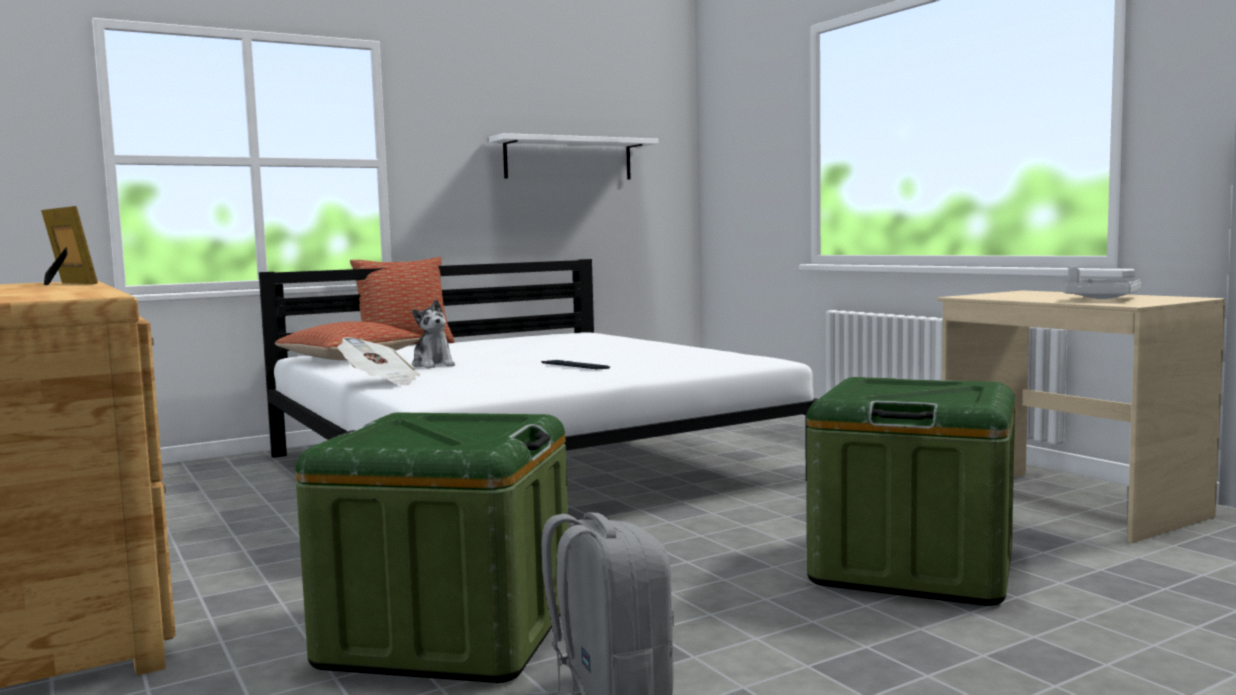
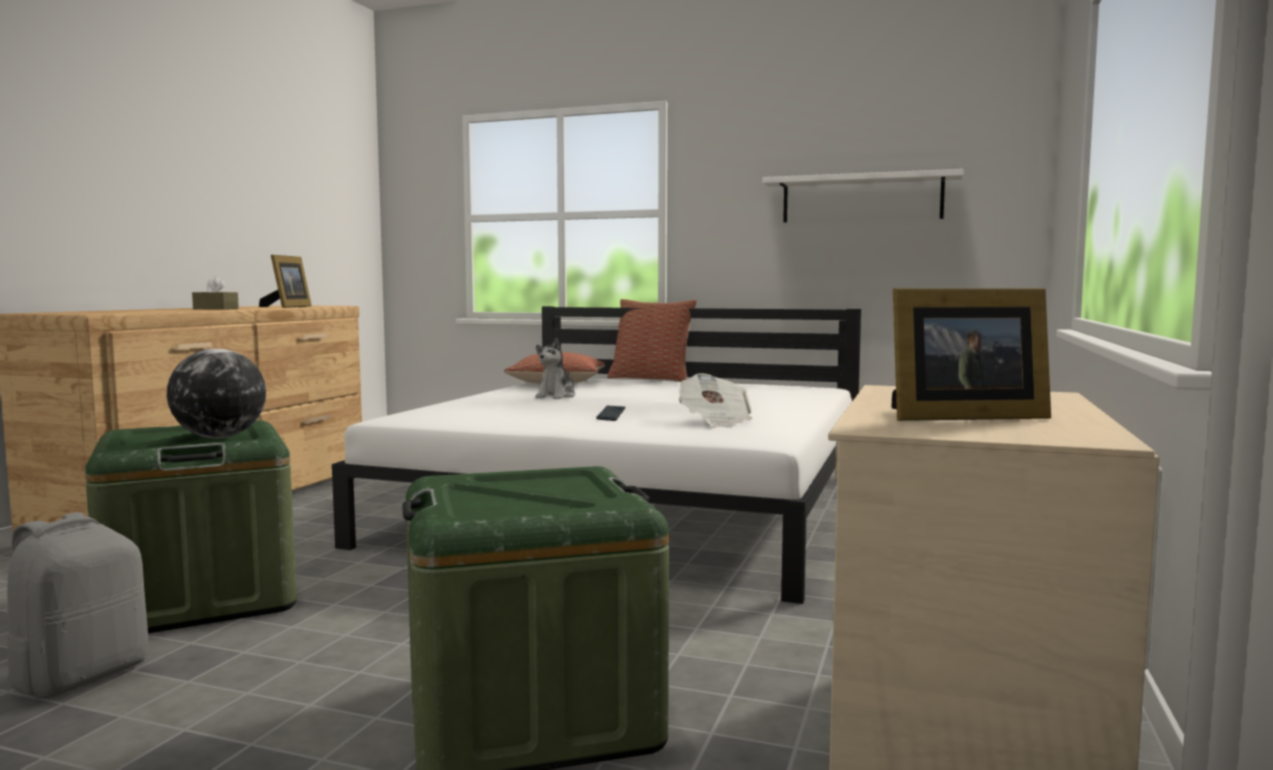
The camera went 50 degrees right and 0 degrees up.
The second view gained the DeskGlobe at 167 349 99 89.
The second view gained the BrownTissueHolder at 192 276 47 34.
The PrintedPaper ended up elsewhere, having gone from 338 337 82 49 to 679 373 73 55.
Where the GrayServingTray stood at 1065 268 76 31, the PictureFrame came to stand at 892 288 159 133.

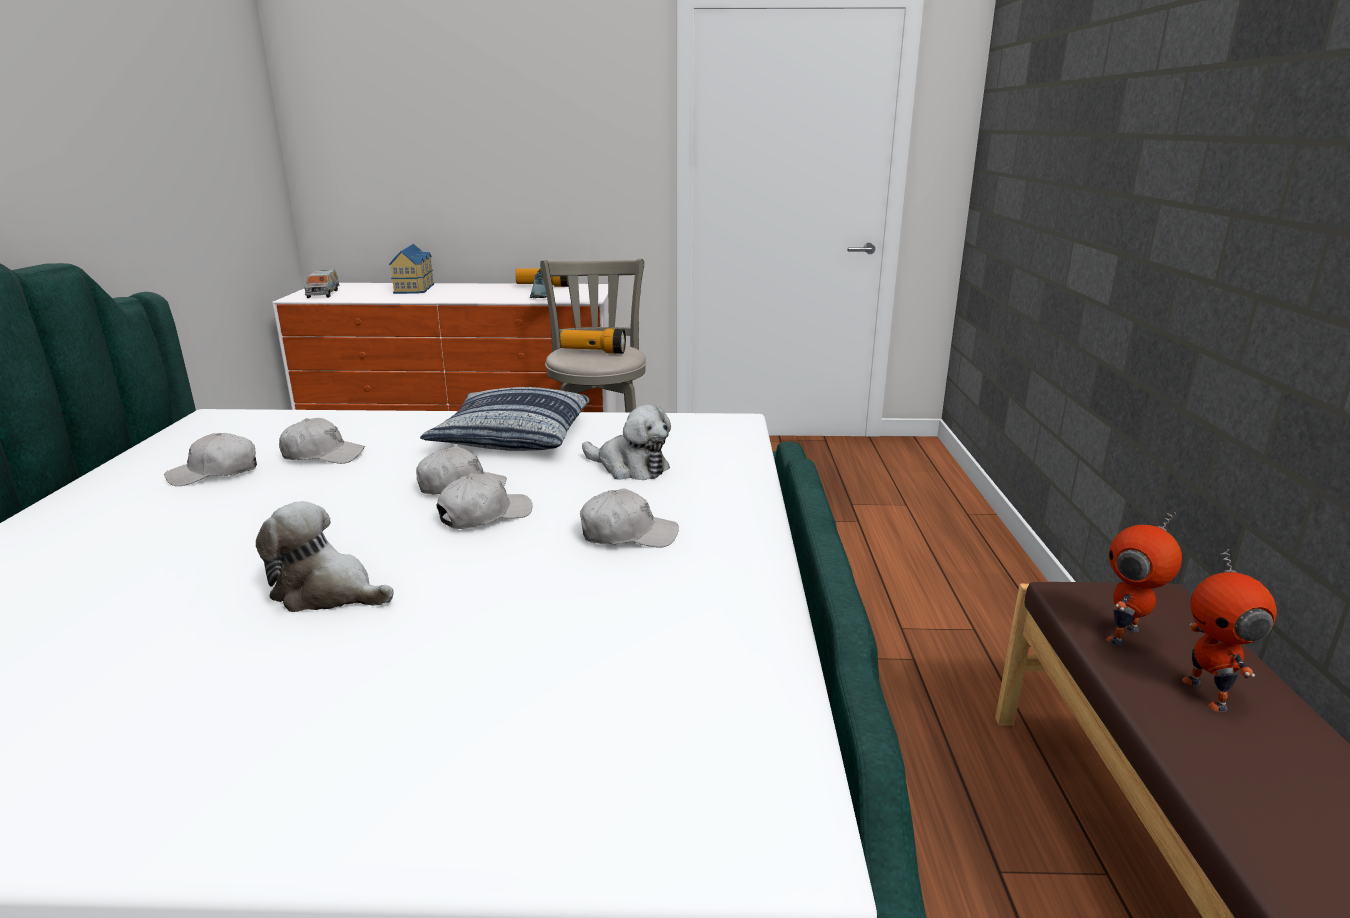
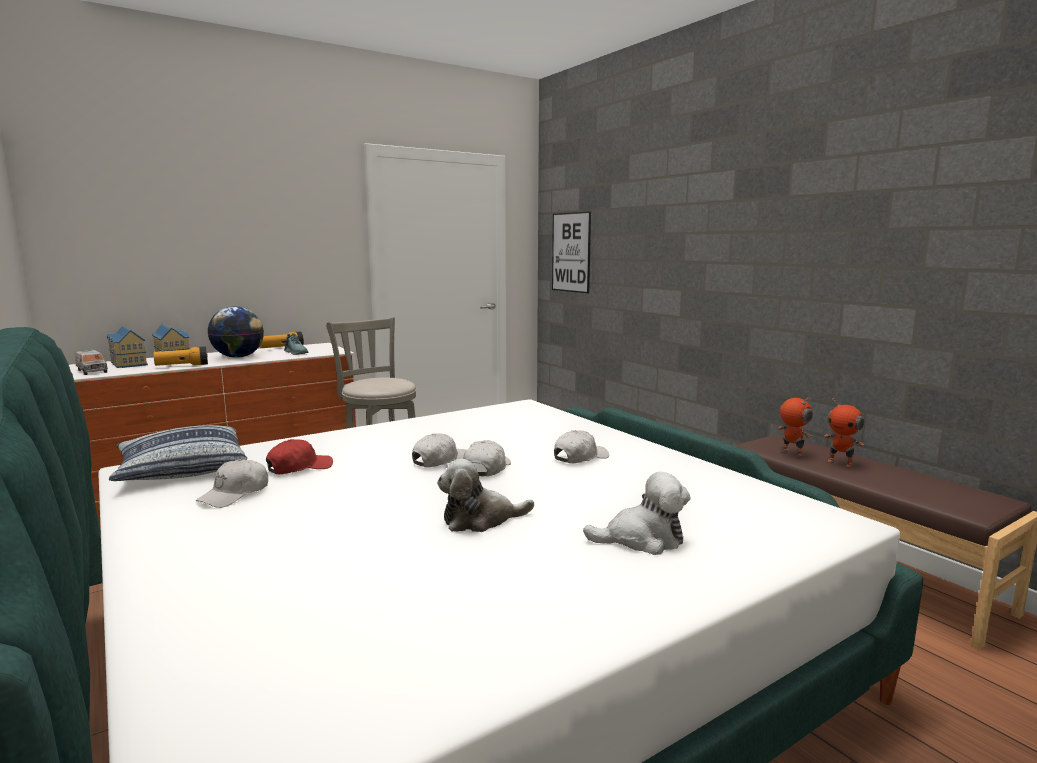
The camera went 35 degrees left and 10 degrees down.
The second view gained the ToyHouse at 107 326 41 42.
The Cushion ended up elsewhere, having gone from 420 387 169 64 to 109 425 138 56.
The HandTorch ended up elsewhere, having gone from 560 329 66 25 to 153 346 55 20.
The second view gained the DeskGlobe at 208 306 56 52.
What was the WhitishPeakedCap at 279 418 86 46 turned into the RedPeakedCap at 266 439 67 35.
The second view gained the Picture at 552 211 39 82.
The SoftToy ended up elsewhere, having gone from 582 404 89 76 to 583 472 108 83.
The RobotFigure at 1106 512 76 134 ended up facing another way, 135 degrees clockwise from before.

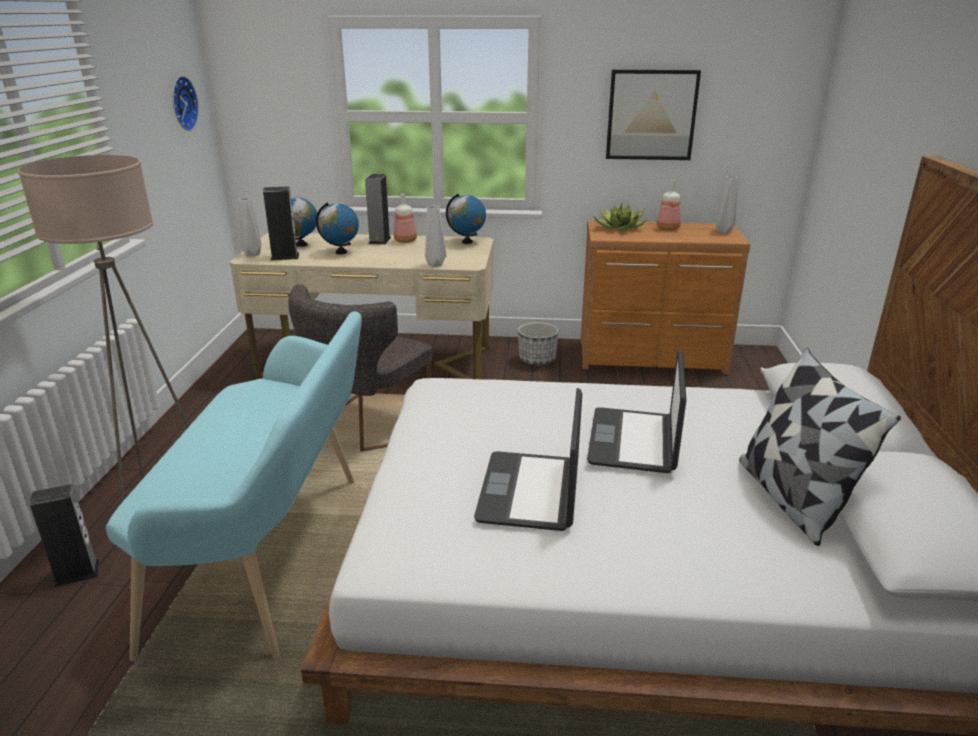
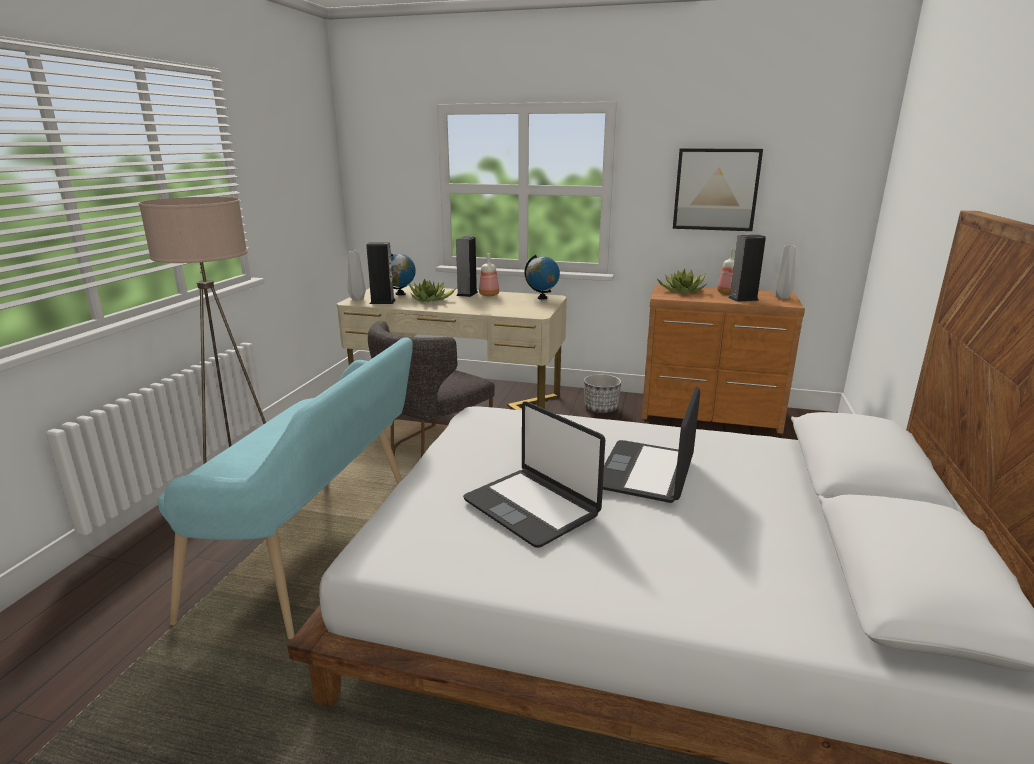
The camera went 10 degrees right and 5 degrees down.
Where the DeskGlobe stood at 316 202 43 53, the Houseplant came to stand at 409 278 47 25.
The NotebookComputer at 474 388 108 143 ended up facing another way, 60 degrees counterclockwise from before.
The Loudspeaker ended up elsewhere, having gone from 30 484 70 103 to 728 235 38 67.
The second view lost the ClockOnTheWall at 172 76 27 55.
The second view lost the GrayVase at 425 206 21 61.
The second view lost the Cushion at 739 348 162 198.

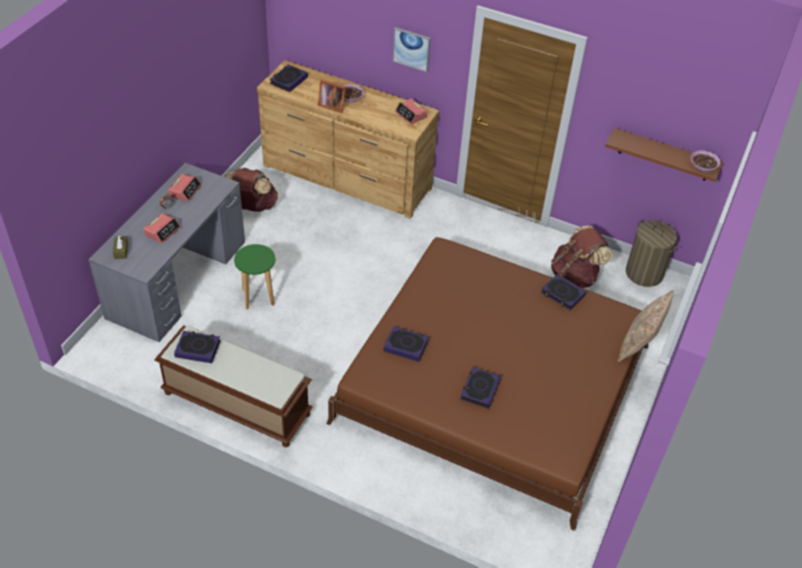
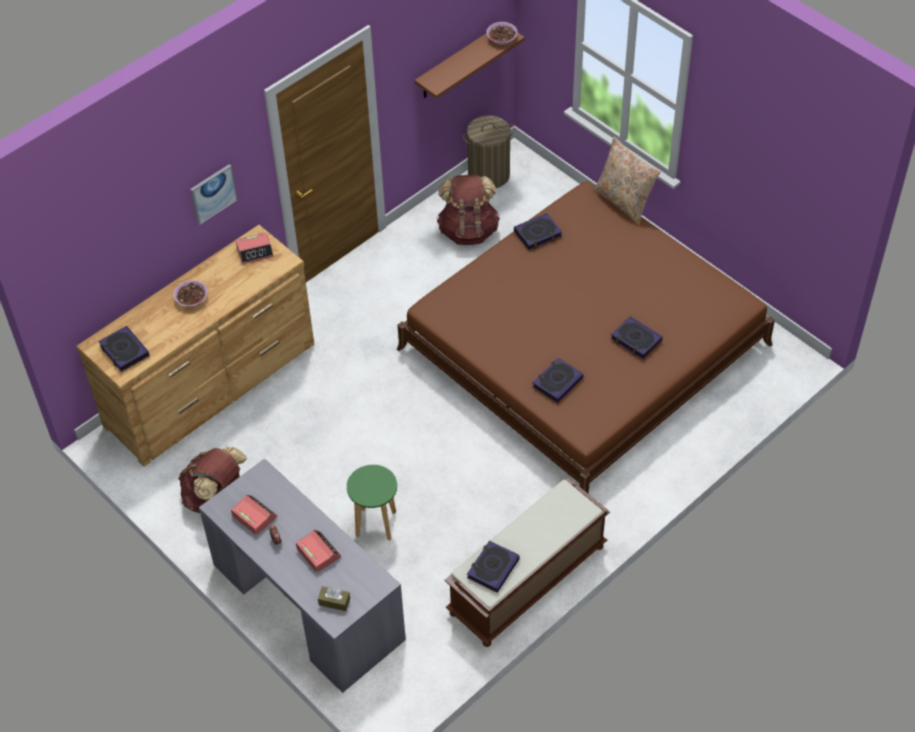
The camera went 65 degrees left and 5 degrees up.
The second view lost the PictureFrame at 318 79 28 34.

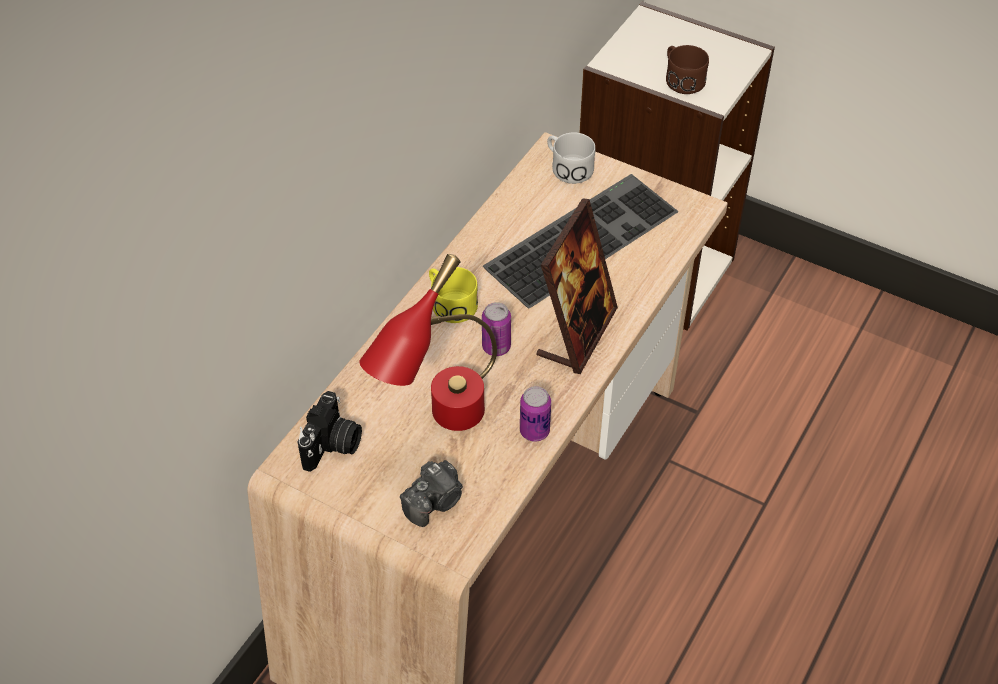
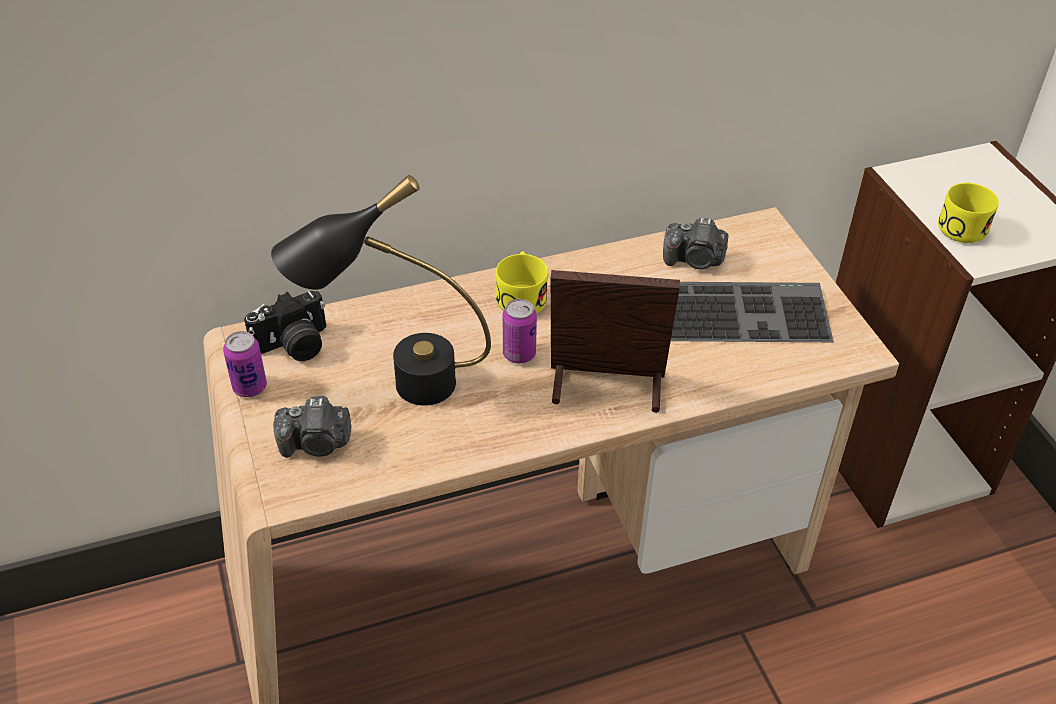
The camera went 40 degrees right and 5 degrees down.
The MetalCan ended up elsewhere, having gone from 520 386 31 56 to 223 331 44 66.
What was the RedTabletopLamp at 359 254 138 177 turned into the BlackTabletopLamp at 271 175 220 230.
The PictureFrame at 536 198 82 176 ended up facing another way, 150 degrees counterclockwise from before.
The second view gained the StillCamera at 663 218 65 51.
What was the BrownCoffeeMug at 666 45 43 49 turned into the YellowCoffeeMug at 938 182 61 61.
The second view lost the WhitishCoffeeMug at 547 132 48 52.

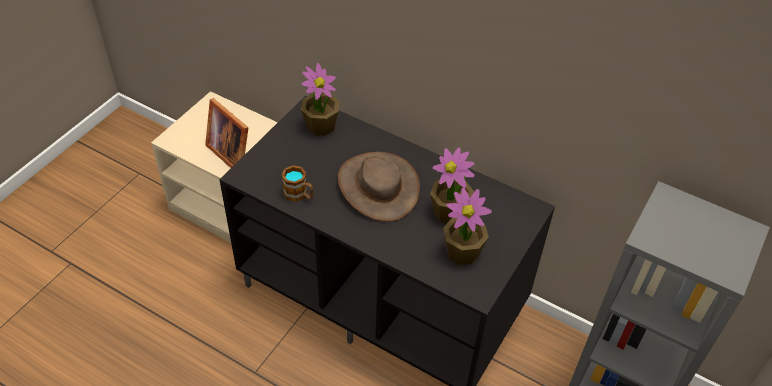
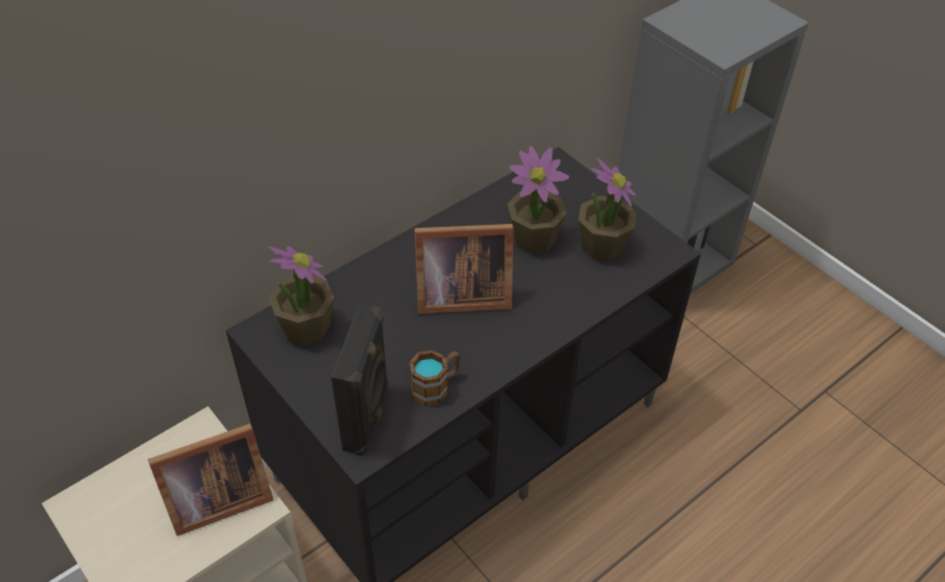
The camera went 70 degrees left and 0 degrees up.
The second view gained the BlackLoudspeaker at 331 306 58 150.
Where the BrownHat stood at 338 152 82 70, the PictureFrame came to stand at 414 224 99 90.

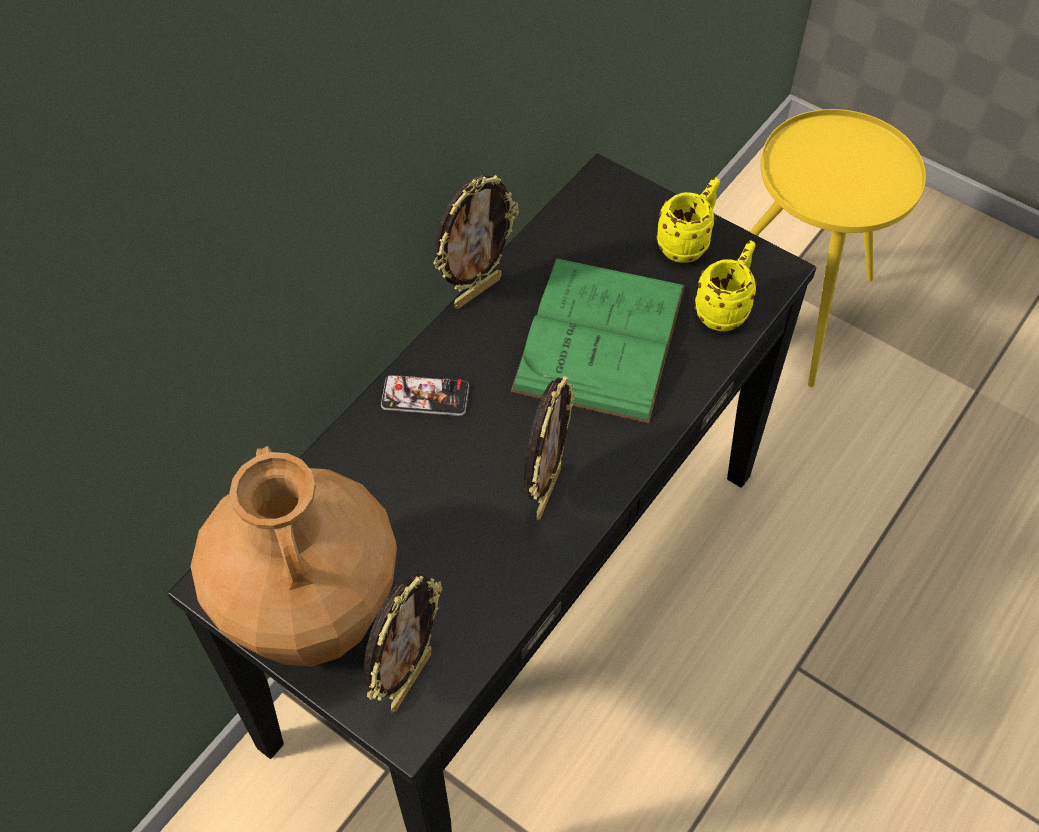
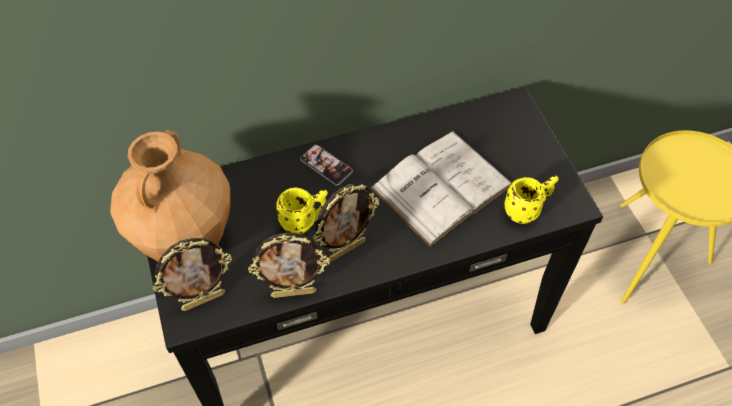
The camera went 35 degrees right and 0 degrees up.
The PictureFrame ended up elsewhere, having gone from 433 175 86 134 to 248 233 82 65.
The YellowCoffeeMug ended up elsewhere, having gone from 656 177 64 86 to 275 188 53 46.
What was the GreenBoundBook at 511 258 174 166 turned into the WhitishBoundBook at 371 132 141 115.

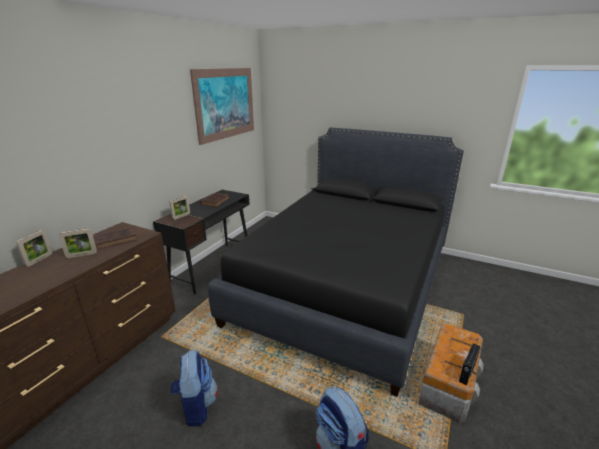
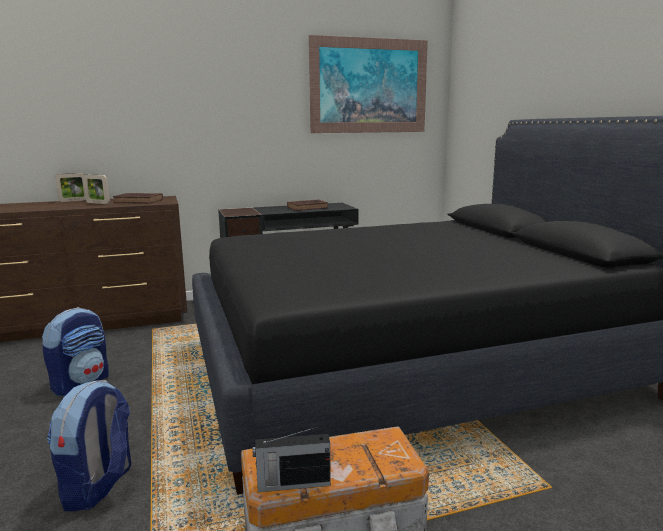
The camera went 45 degrees right and 10 degrees down.
The second view lost the PictureFrame at 169 196 21 24.

